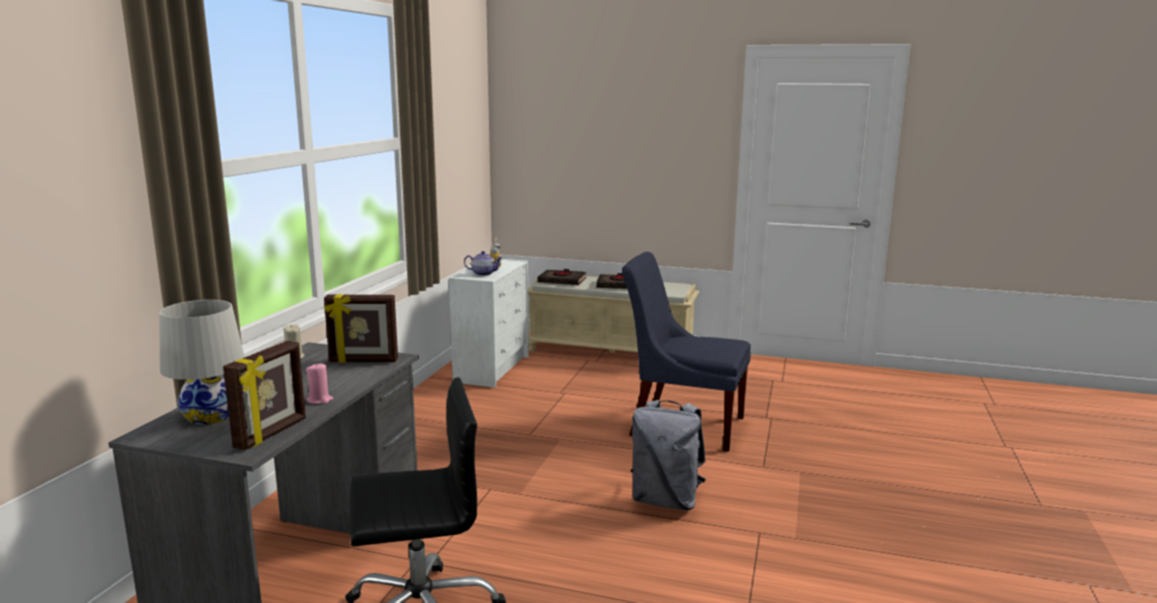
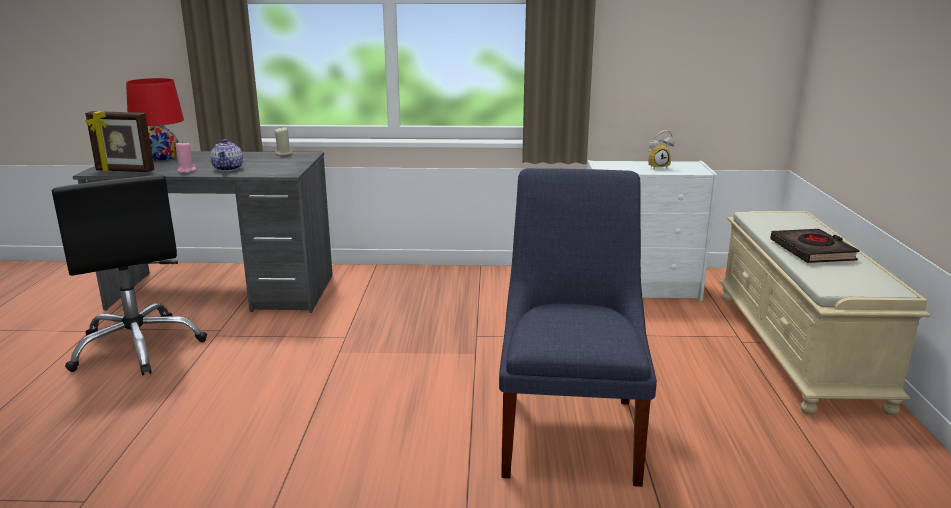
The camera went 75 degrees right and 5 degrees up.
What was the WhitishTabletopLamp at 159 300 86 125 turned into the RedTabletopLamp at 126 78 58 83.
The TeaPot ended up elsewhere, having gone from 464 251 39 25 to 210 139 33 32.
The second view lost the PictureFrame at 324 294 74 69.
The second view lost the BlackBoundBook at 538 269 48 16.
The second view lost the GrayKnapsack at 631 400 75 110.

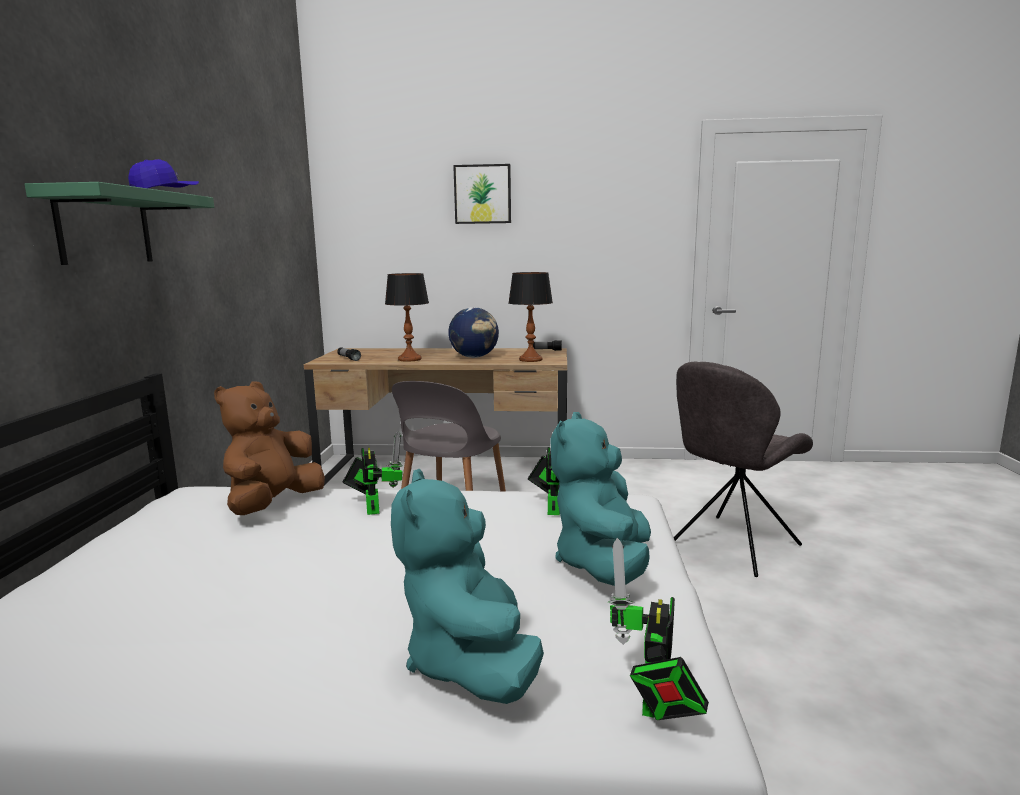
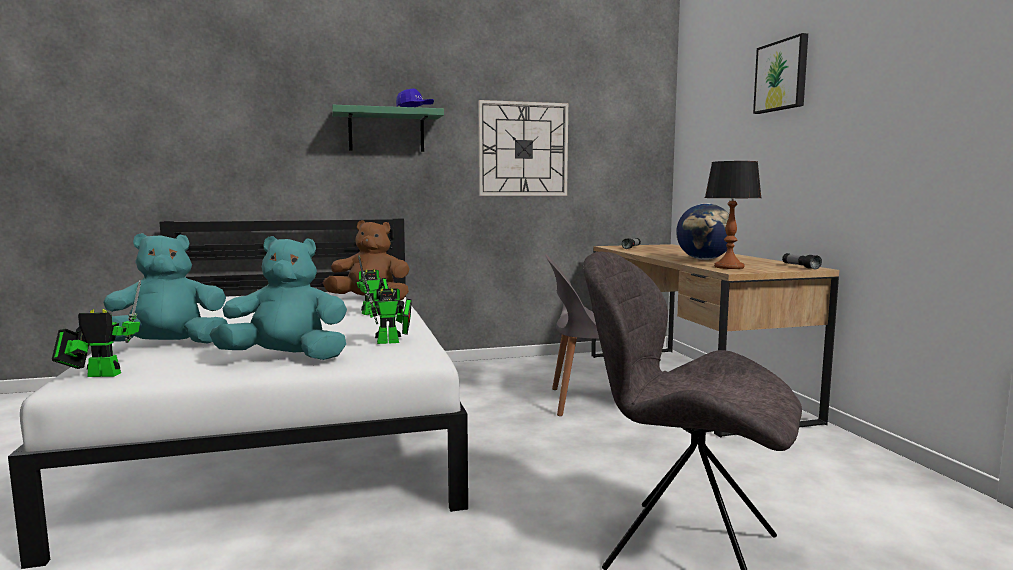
The camera went 70 degrees right and 5 degrees down.
The second view gained the ClockOnTheWall at 478 100 90 96.
The second view lost the TabletopLamp at 385 273 44 89.

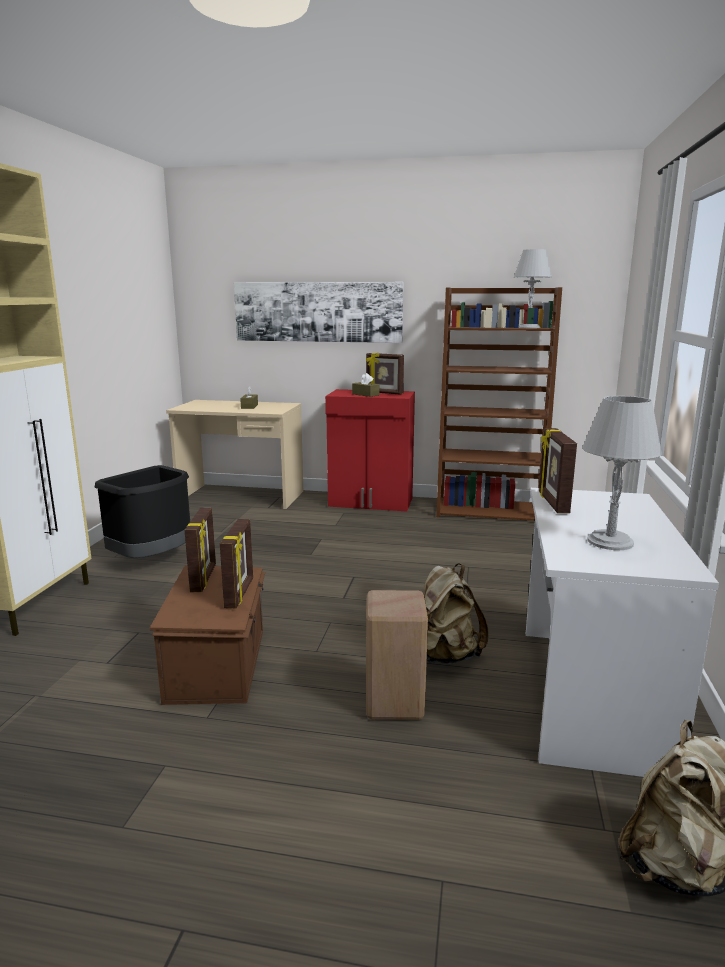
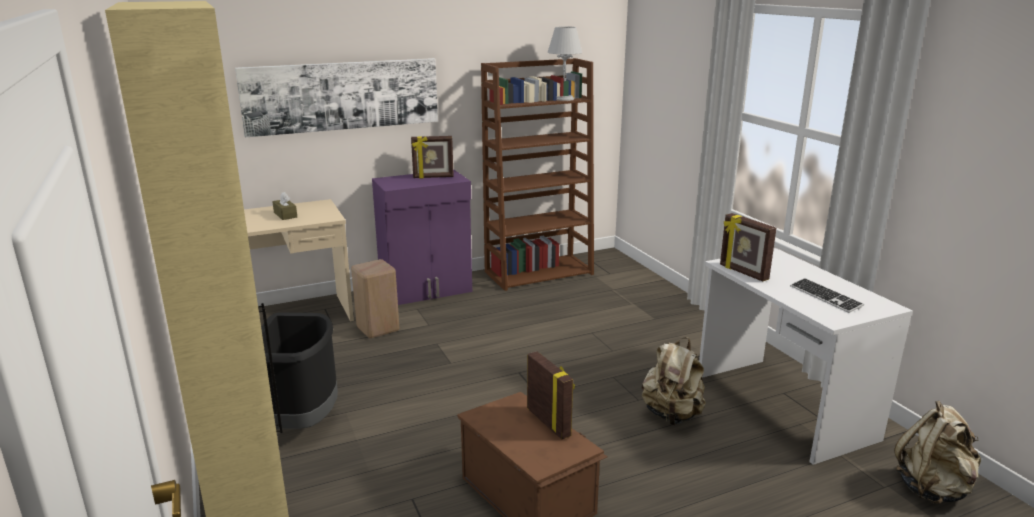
The camera went 35 degrees left and 5 degrees up.
The SandColouredSittingStool ended up elsewhere, having gone from 366 590 62 130 to 351 259 48 79.
What was the RedCabinet at 325 389 90 122 turned into the PurpleColouredCabinet at 372 170 100 135.
Where the GrayTabletopLamp stood at 582 396 80 154, the Keyboard came to stand at 790 278 74 35.
The second view lost the PictureFrame at 185 508 31 84.
The second view lost the BrownTissueHolder at 352 373 27 24.

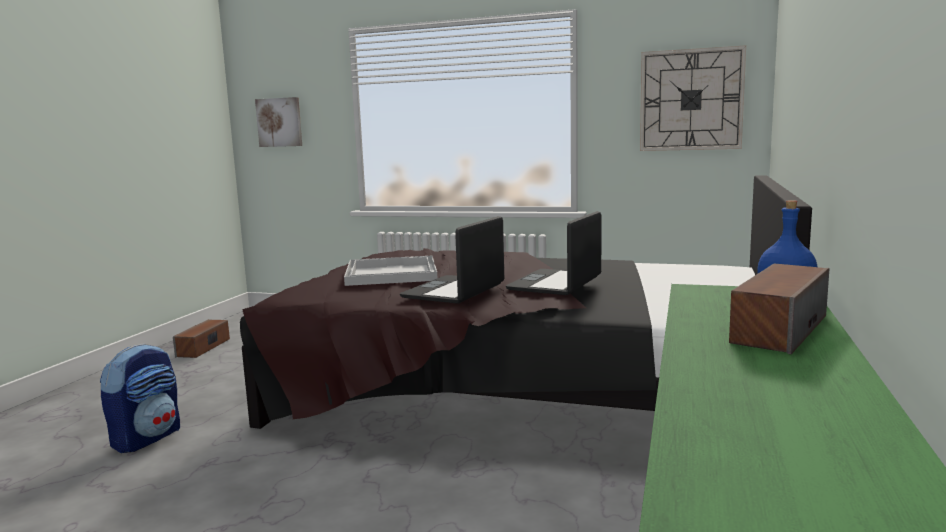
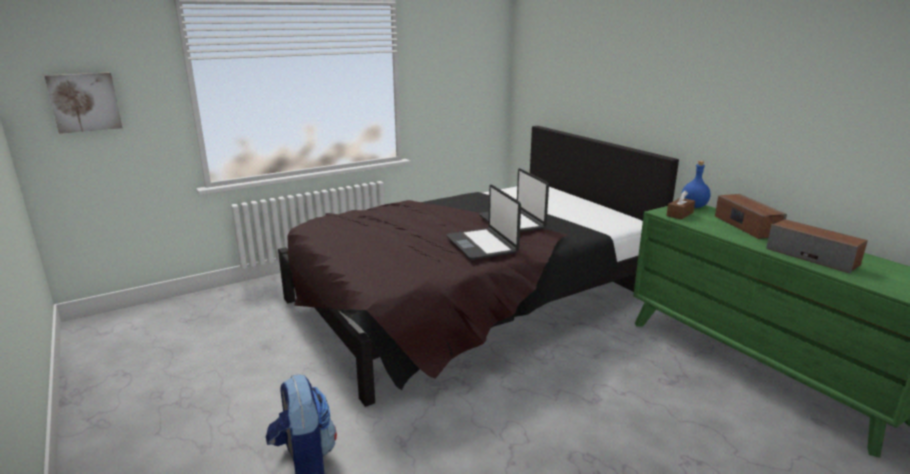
The camera went 50 degrees left and 10 degrees up.
The second view gained the BrownTissueHolder at 666 191 29 29.
The Loudspeaker ended up elsewhere, having gone from 173 319 57 39 to 766 219 102 54.
The second view lost the WhitishServingTray at 344 256 93 30.
The second view lost the ClockOnTheWall at 640 45 106 106.

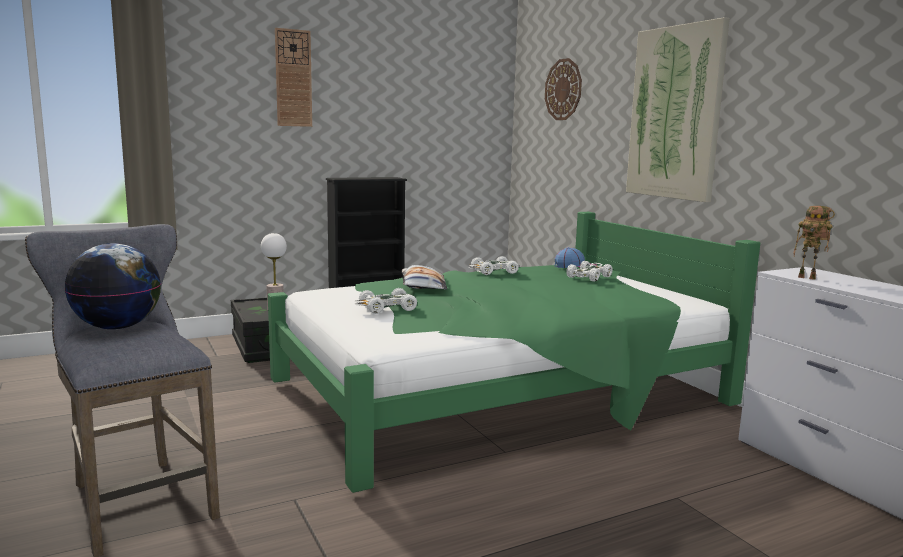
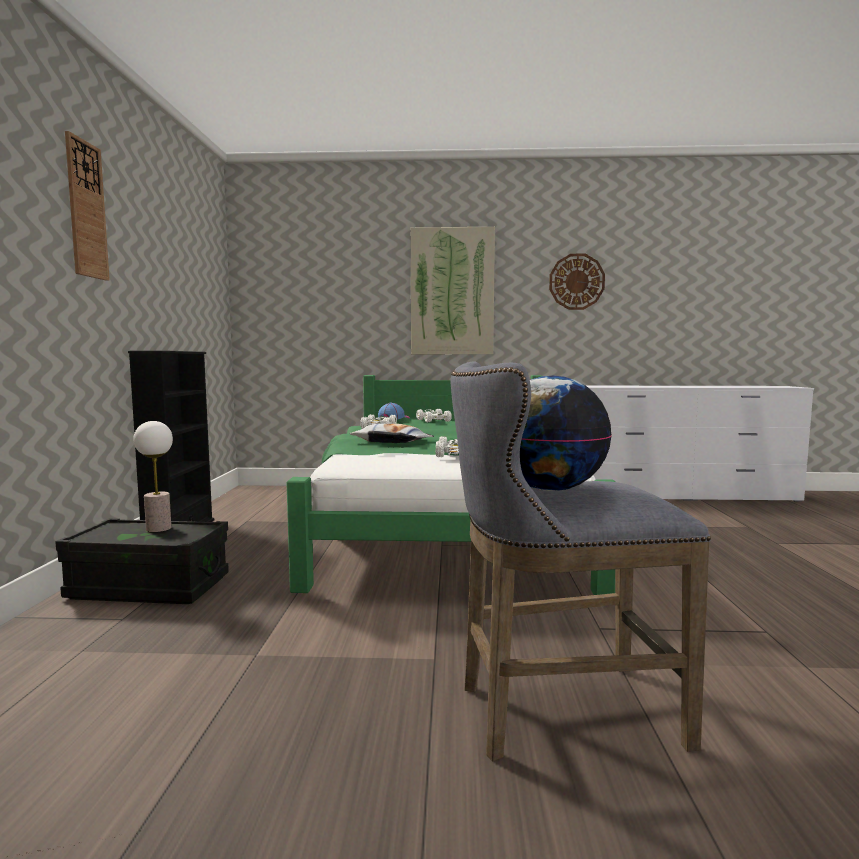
The camera went 60 degrees left and 5 degrees down.
The ClockOnTheWall ended up elsewhere, having gone from 545 58 37 62 to 549 254 56 56.
The second view lost the RobotFigure at 793 206 42 74.

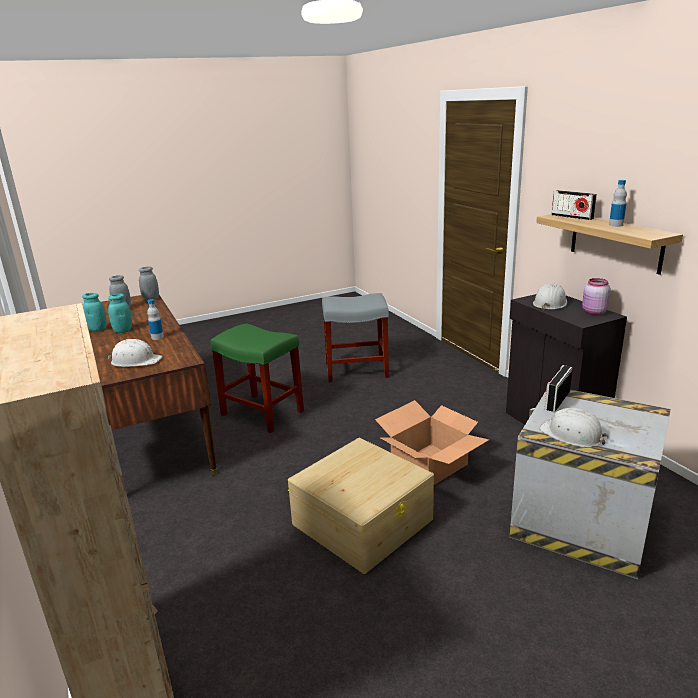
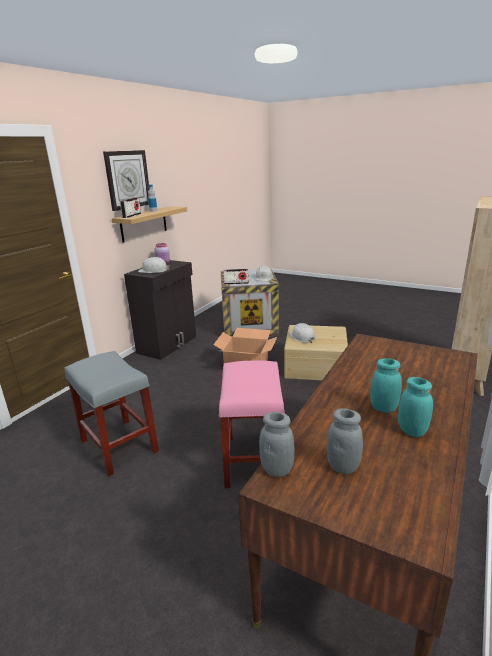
The camera went 125 degrees left and 0 degrees up.
The second view gained the ClockOnTheWall at 103 150 46 61.
What was the GreenSittingStool at 210 323 94 110 turned into the PinkSittingStool at 219 360 66 128.
The WhitishSafetyHelmet ended up elsewhere, having gone from 108 339 54 28 to 289 323 27 20.
The second view lost the BeverageBottle at 147 299 17 41.

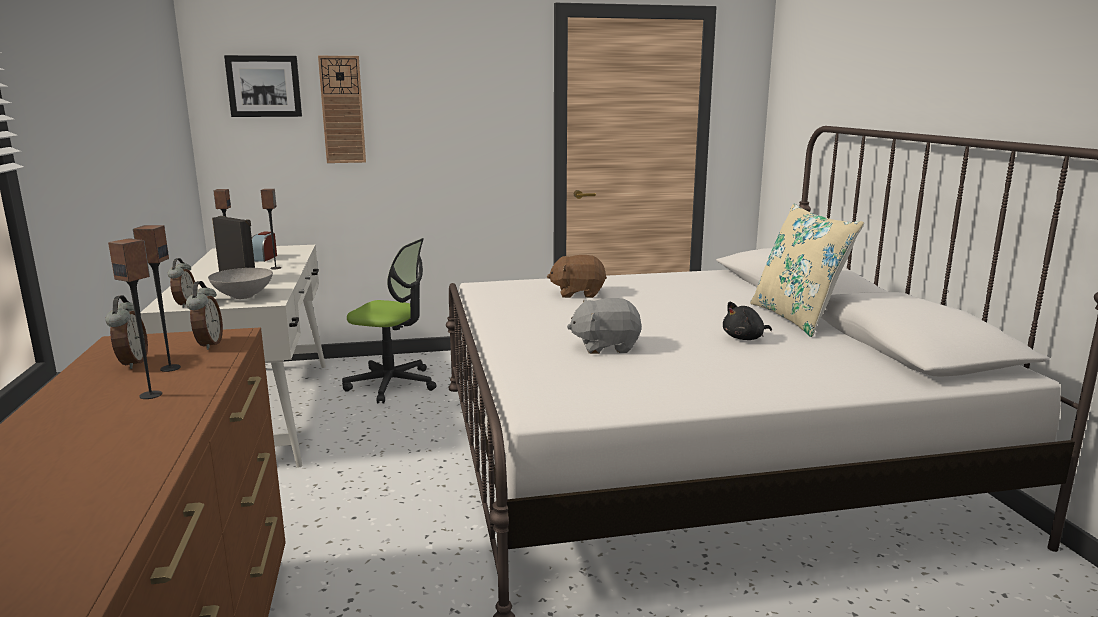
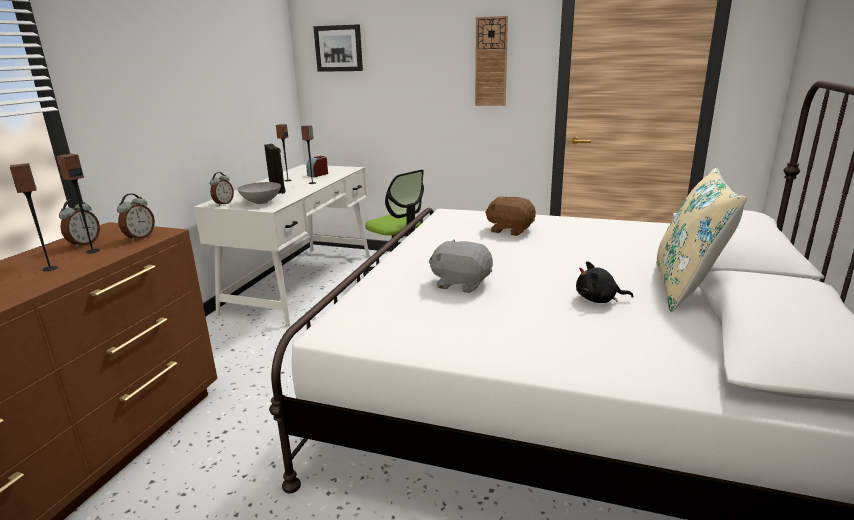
The camera went 30 degrees right and 5 degrees up.
The ClockOnTheWall ended up elsewhere, having gone from 318 56 48 107 to 475 16 33 90.

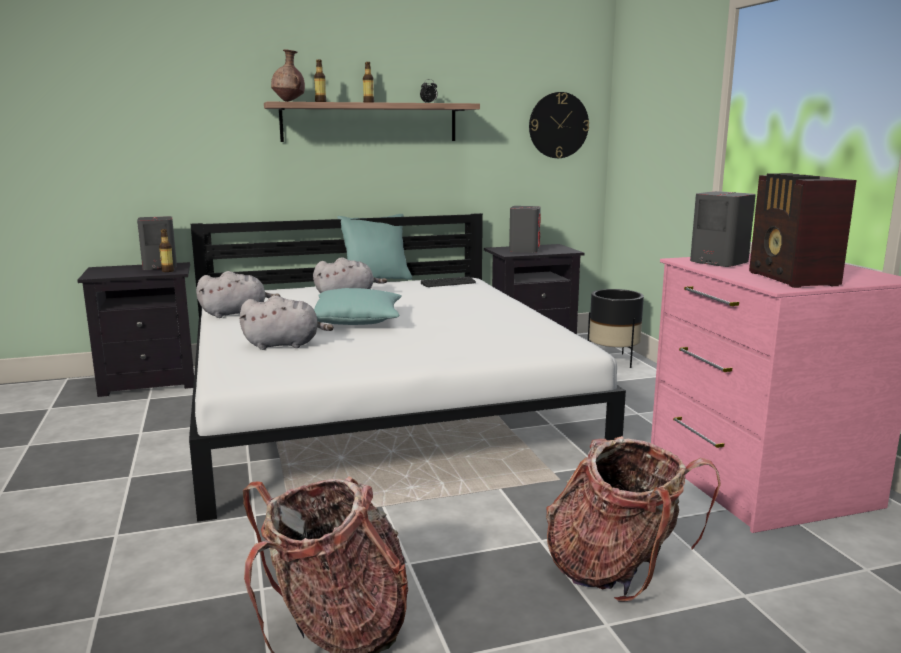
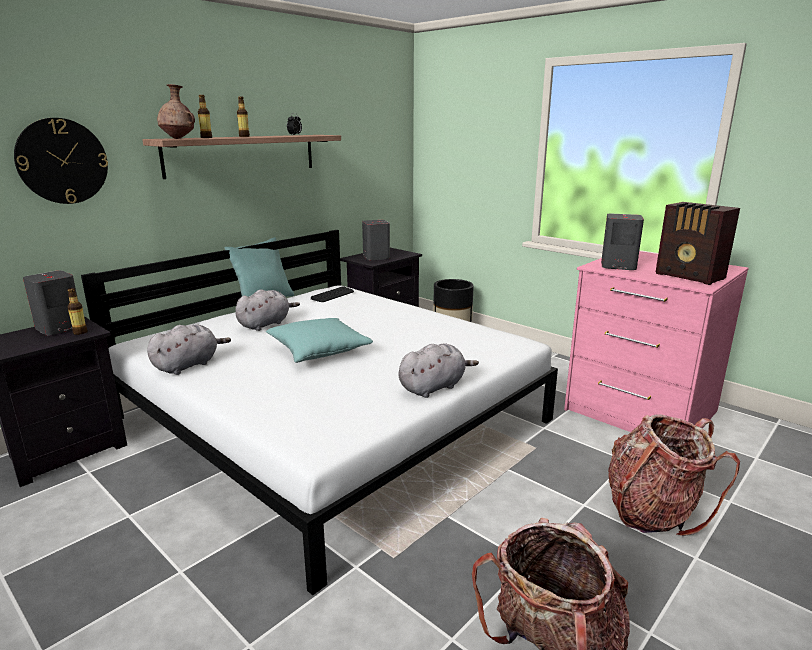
The camera went 30 degrees left and 5 degrees up.
The ClockOnTheWall ended up elsewhere, having gone from 529 92 60 66 to 14 118 94 86.
The GraySoftToy ended up elsewhere, having gone from 240 295 94 55 to 398 344 81 54.

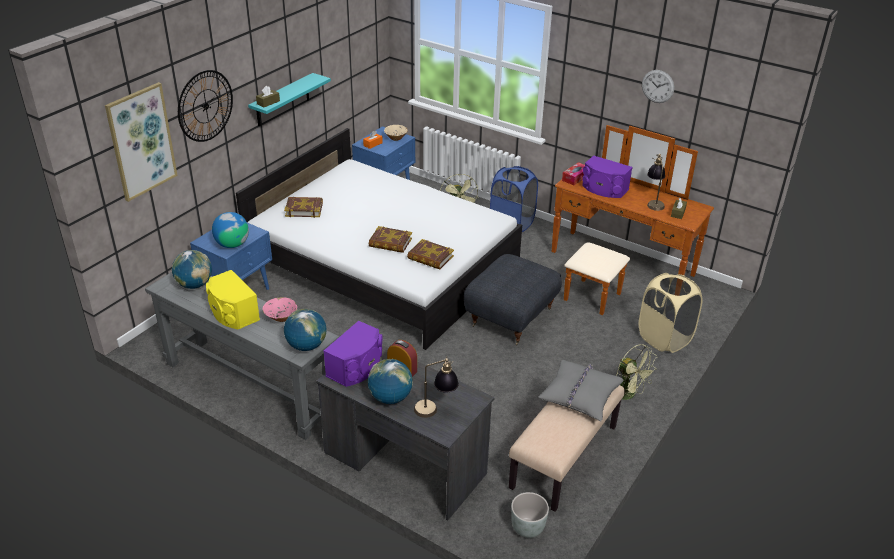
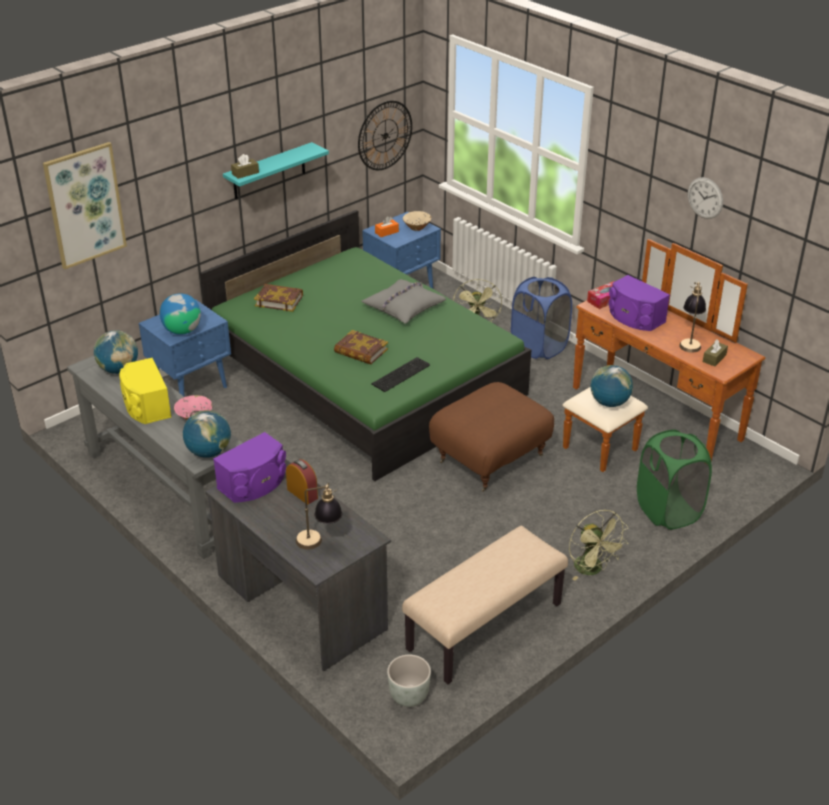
The camera went 15 degrees right and 0 degrees up.
What was the WhitishBedroomBed at 236 128 286 222 turned into the GreenBedroomBed at 200 210 331 271.
The ClockOnTheWall ended up elsewhere, having gone from 178 70 55 72 to 358 101 54 69.
The GrayCushion ended up elsewhere, having gone from 538 360 86 61 to 361 279 85 45.
Where the BoundBook stood at 407 239 47 30, the Keyboard came to stand at 371 357 59 35.
What was the GrayFootrest at 464 254 98 91 turned into the BrownFootrest at 429 382 125 110.
The DeskGlobe ended up elsewhere, having gone from 368 359 45 45 to 591 365 42 42.
What was the SandColouredHamper at 638 273 65 80 turned into the GreenHamper at 637 430 75 100.

